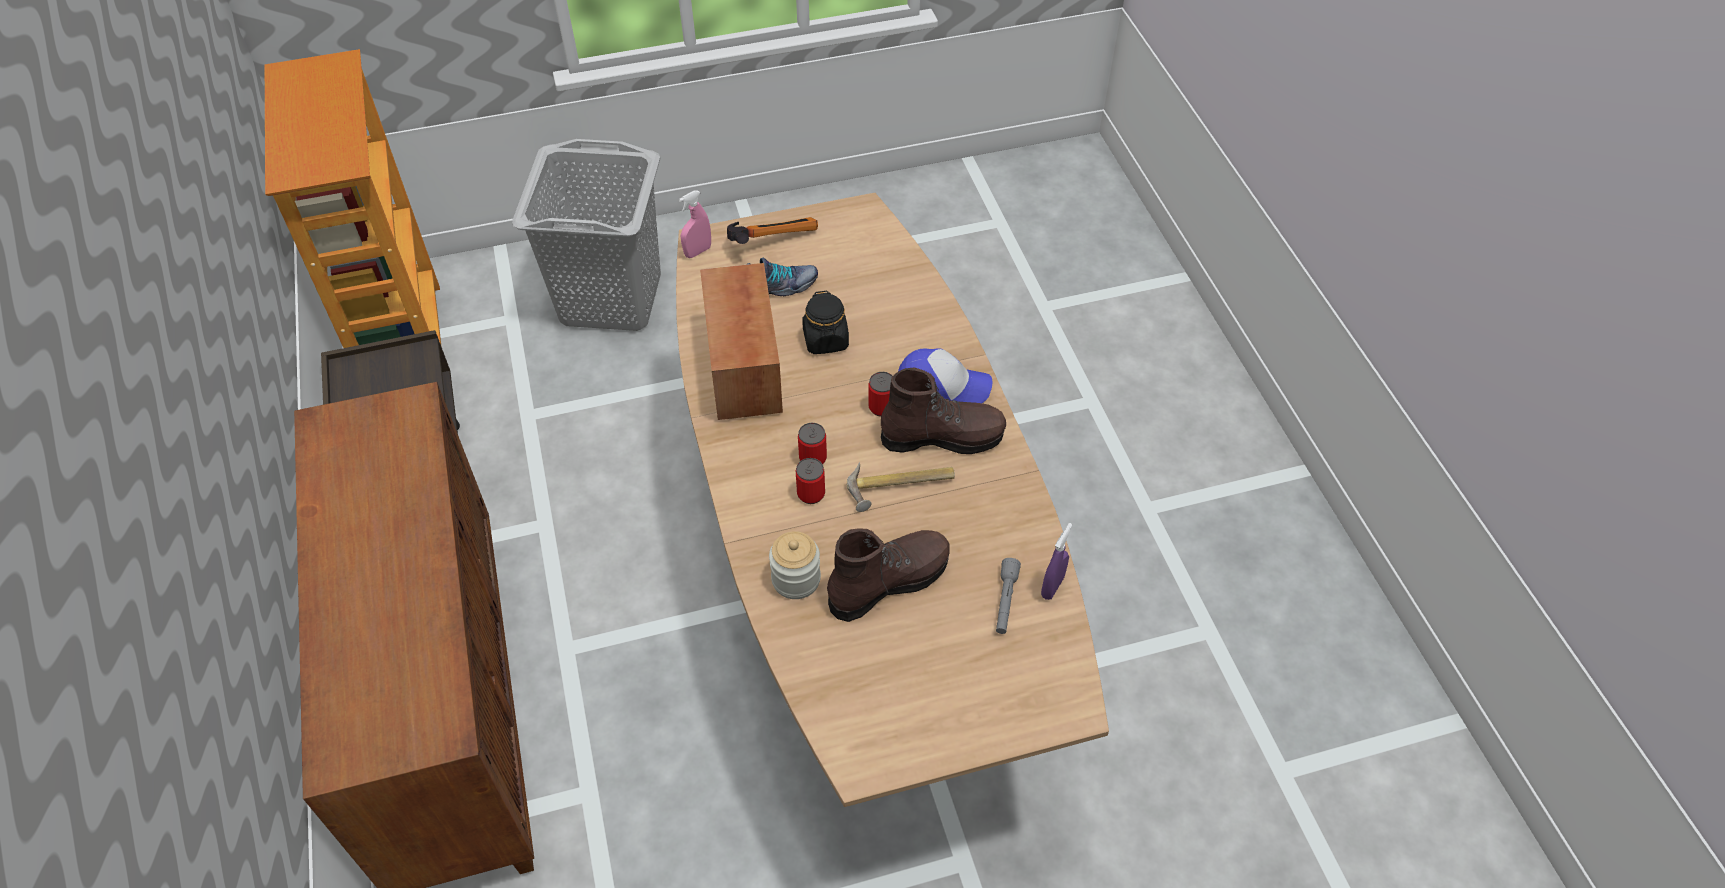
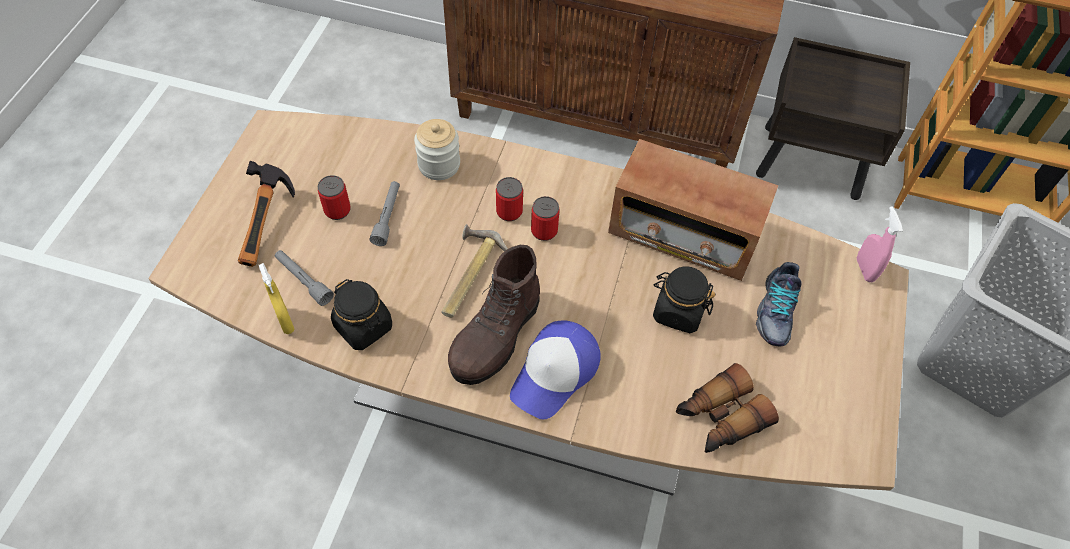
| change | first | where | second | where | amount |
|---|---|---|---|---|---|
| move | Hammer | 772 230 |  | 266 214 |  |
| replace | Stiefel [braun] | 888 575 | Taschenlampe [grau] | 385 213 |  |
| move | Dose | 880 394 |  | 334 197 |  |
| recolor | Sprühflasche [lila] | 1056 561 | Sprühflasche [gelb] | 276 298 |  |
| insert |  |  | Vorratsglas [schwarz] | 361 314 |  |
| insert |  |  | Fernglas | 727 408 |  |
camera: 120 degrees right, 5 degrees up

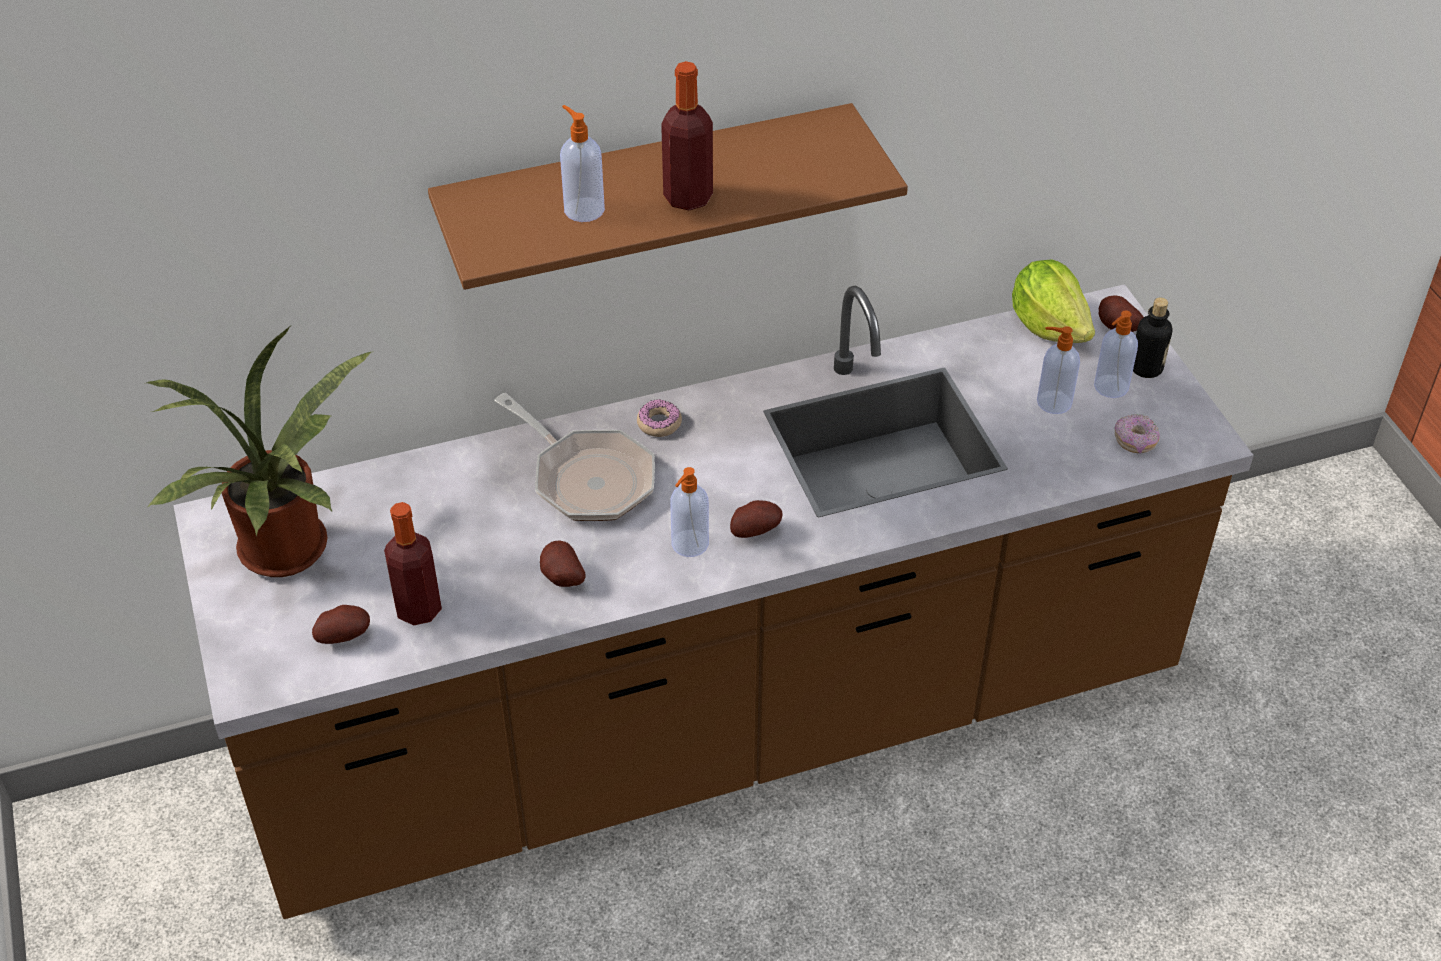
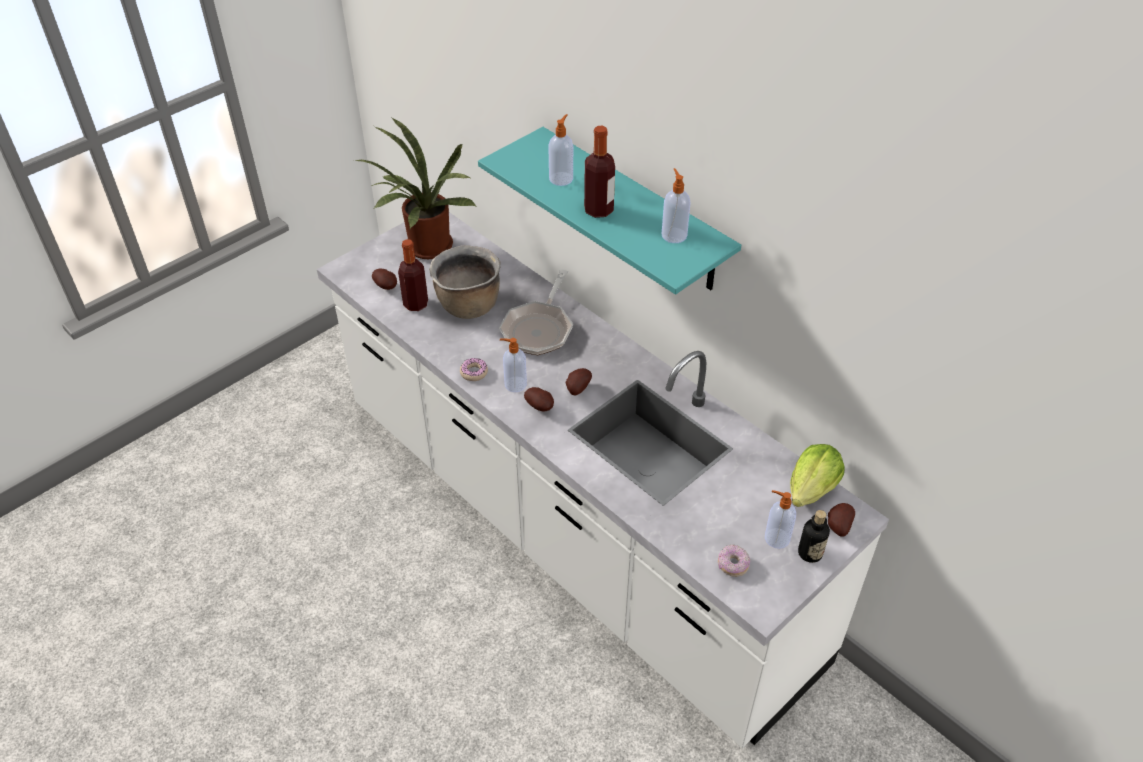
| change | first | where | second | where | amount |
|---|---|---|---|---|---|
| recolor | Küchenzeile [braun] | 713 601 | Küchenzeile [weiß] | 603 480 |  |
| recolor | Wandregal [braun] | 668 196 | Wandregal [türkis] | 609 211 |  |
| move | Kartoffel | 563 564 |  | 579 381 |  |
| move | Donut | 659 418 |  | 474 369 |  |
| move | Seifenspender | 1058 370 |  | 676 205 |  |
| insert |  |  | Kochtopf [braun] | 465 282 |  |
camera: 65 degrees right, 0 degrees up

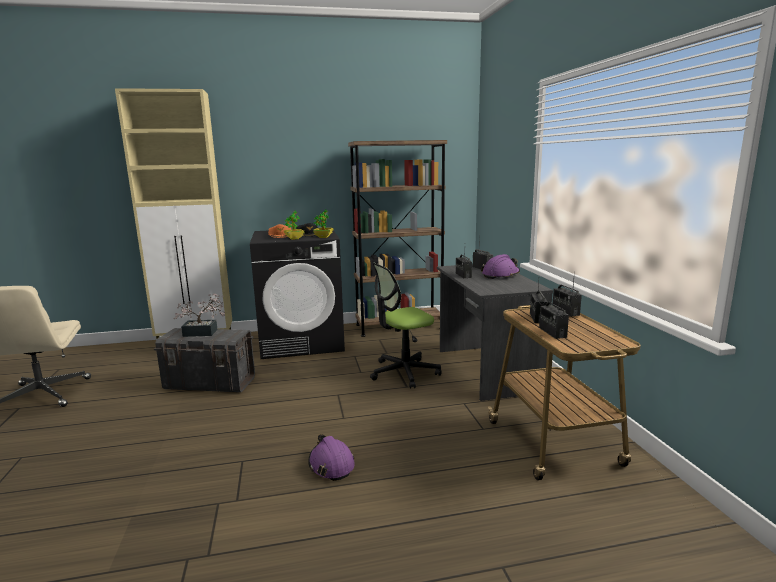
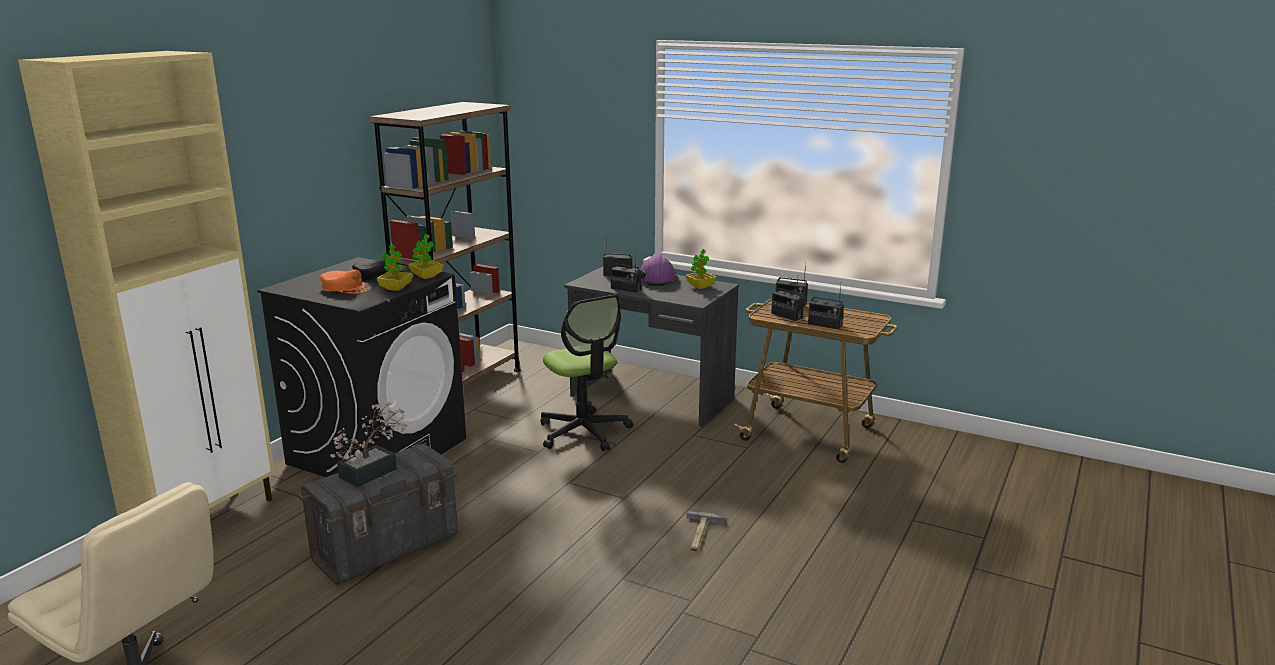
| change | first | where | second | where | amount |
|---|---|---|---|---|---|
| replace | Schutzhelm [lila] | 331 457 | Hammer | 706 531 |  |
| rotate | Bürostuhl | 405 325 |  | 587 373 | 45 degrees counterclockwise |
| insert |  |  | Topfpflanze | 701 269 |  |
camera: 50 degrees left, 5 degrees up

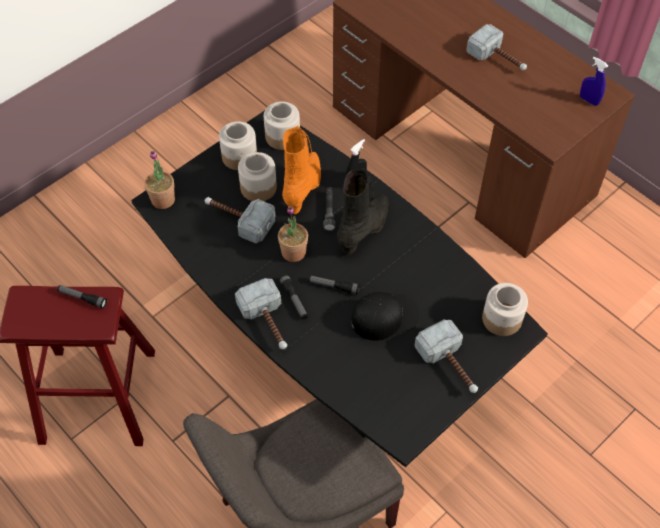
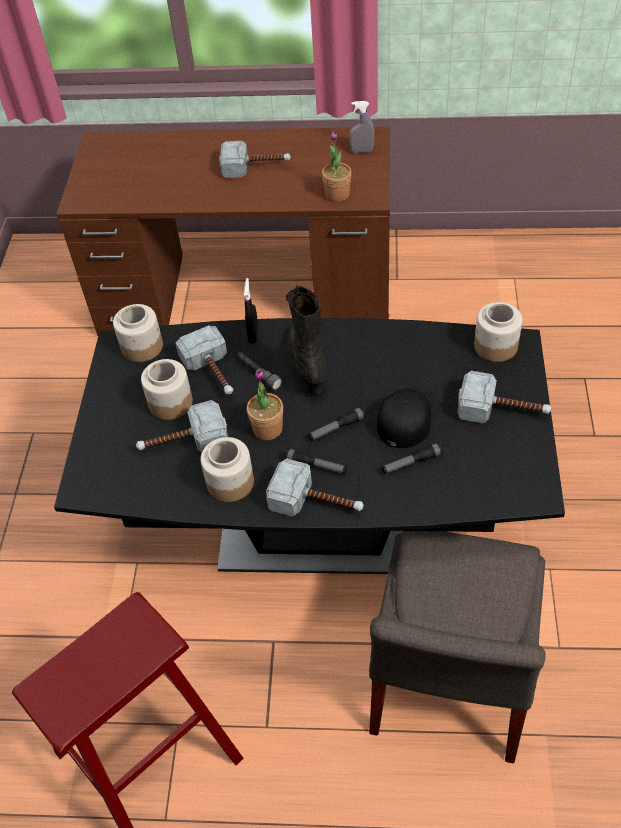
| change | first | where | second | where | amount |
|---|---|---|---|---|---|
| move | Taschenlampe | 82 297 |  | 412 458 |  |
| move | Topfpflanze | 160 180 |  | 336 166 |  |
| move | Vorratsglas | 238 145 |  | 227 469 |  |
| replace | Stiefel [orange] | 301 170 | Hammer | 204 360 |  |
| recolor | Sprühflasche [blau] | 594 81 | Sprühflasche [grau] | 362 127 |  |
camera: 40 degrees left, 5 degrees down

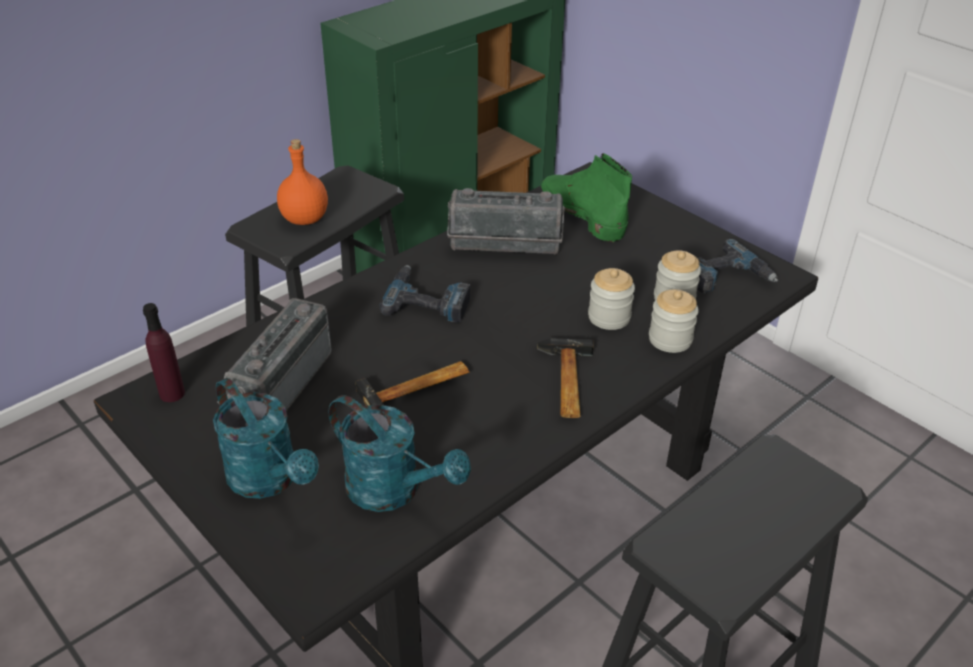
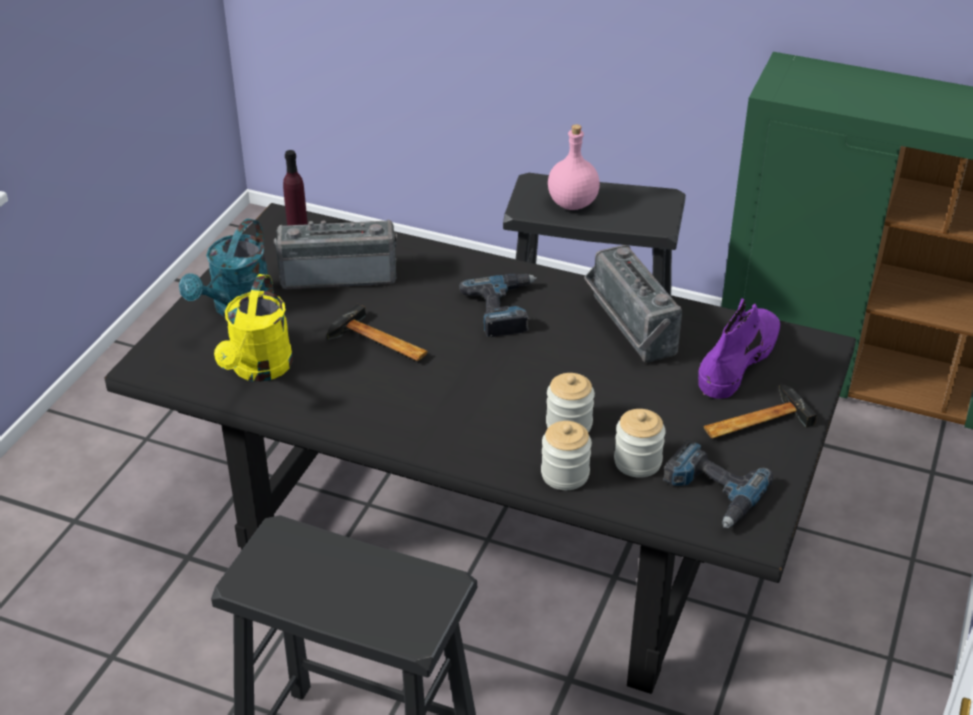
| change | first | where | second | where | amount |
|---|---|---|---|---|---|
| recolor | Flasche [orange] | 302 182 | Flasche [rosa] | 574 167 |  |
| recolor | Gießkanne [türkis] | 400 453 | Gießkanne [gelb] | 253 328 |  |
| move | Hammer | 565 378 |  | 760 411 |  |
| recolor | Stiefel [grün] | 586 198 | Stiefel [lila] | 739 348 |  |
camera: 65 degrees right, 0 degrees up

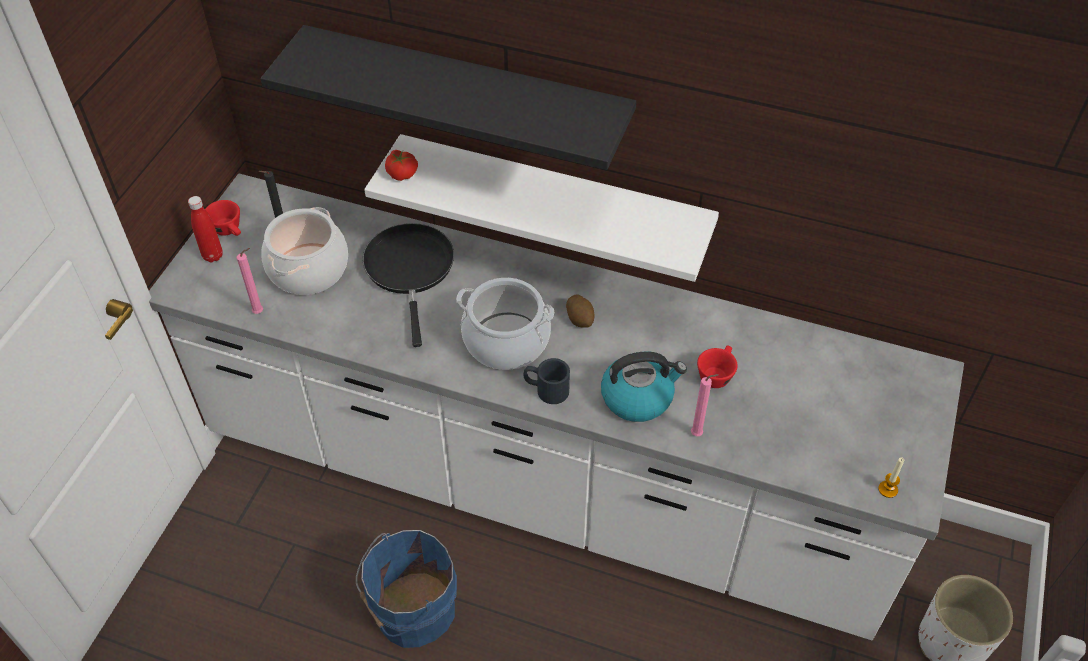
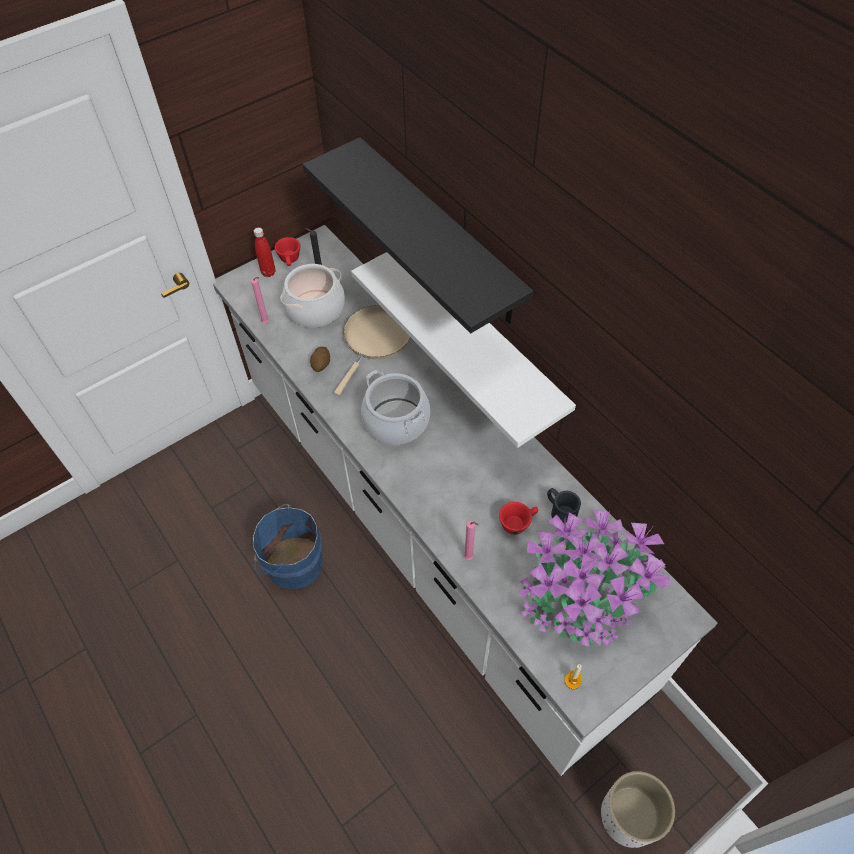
| change | first | where | second | where | amount |
|---|---|---|---|---|---|
| recolor | Pfanne [schwarz] | 408 285 | Pfanne [beige] | 372 350 |  |
| delete | Tomate | 401 165 |  |  |  |
| move | Henkelbecher [schwarz] | 546 381 |  | 564 505 |  |
| move | Kartoffel | 580 311 |  | 320 359 |  |
| delete | Wasserkessel | 644 386 |  |  |  |
| insert |  |  | Topfpflanze | 594 578 |  |
camera: 35 degrees right, 5 degrees up

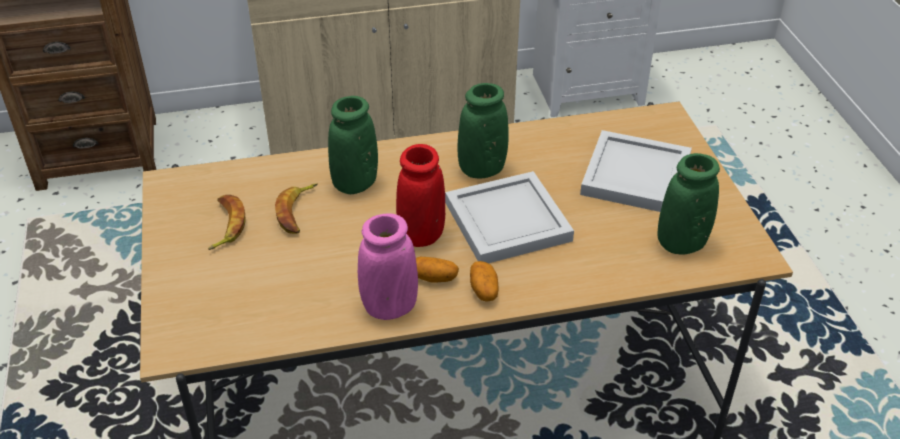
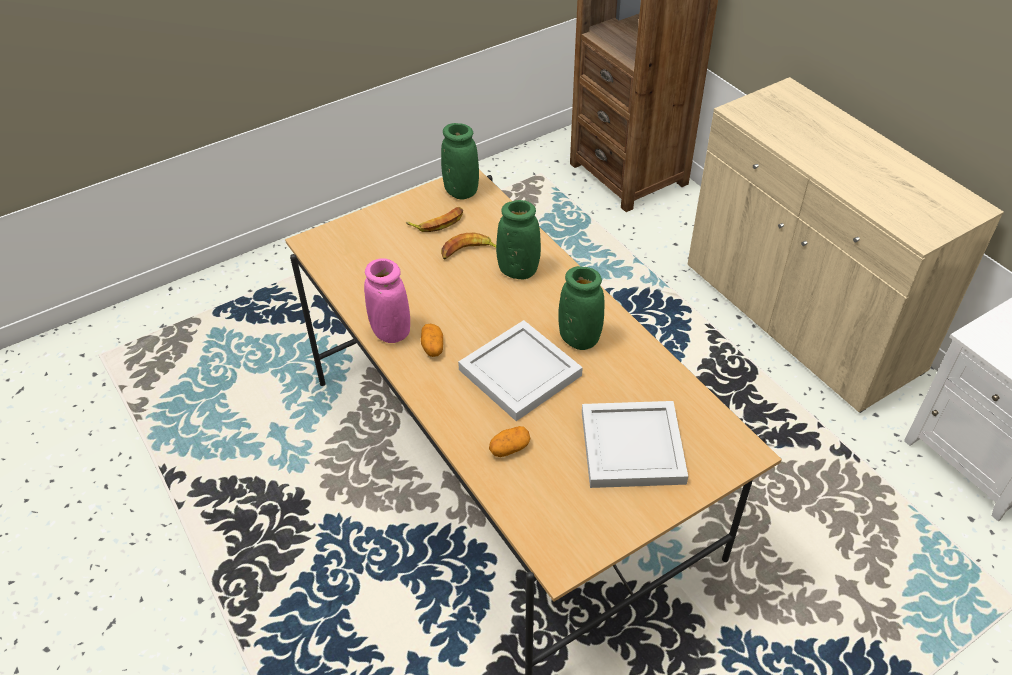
| change | first | where | second | where | amount |
|---|---|---|---|---|---|
| delete | Vase [rot] | 420 195 |  |  |  |
| move | Kartoffel | 484 281 |  | 510 441 |  |
| move | Vase [grün] | 689 203 |  | 460 161 |  |
camera: 70 degrees right, 5 degrees up

